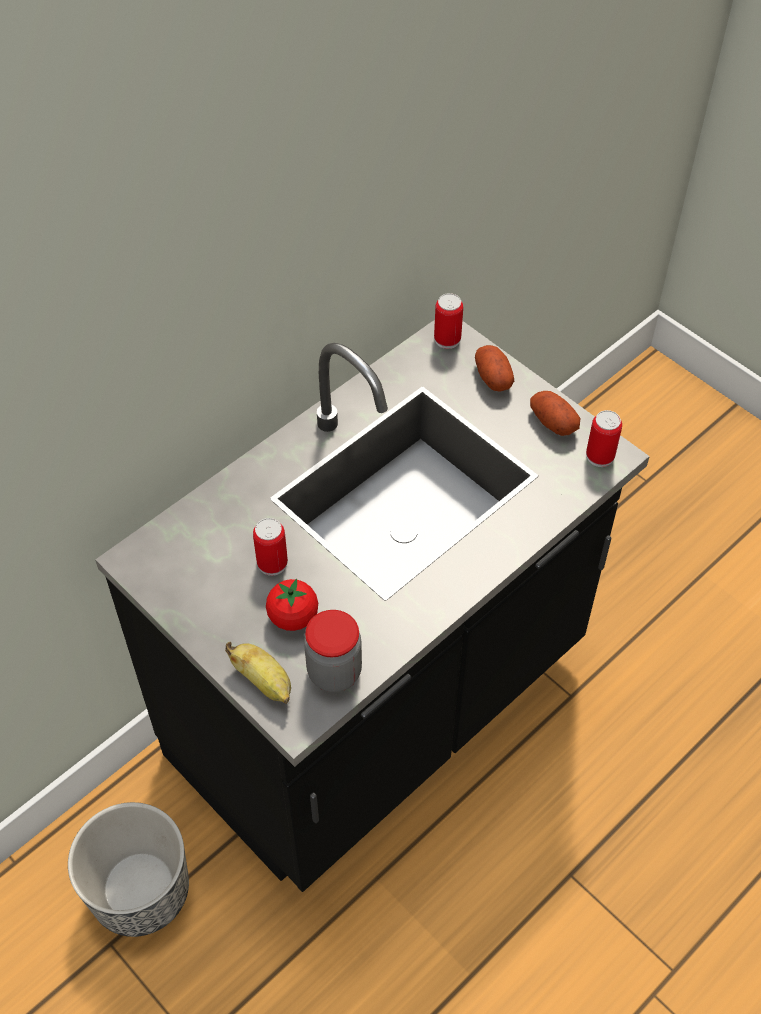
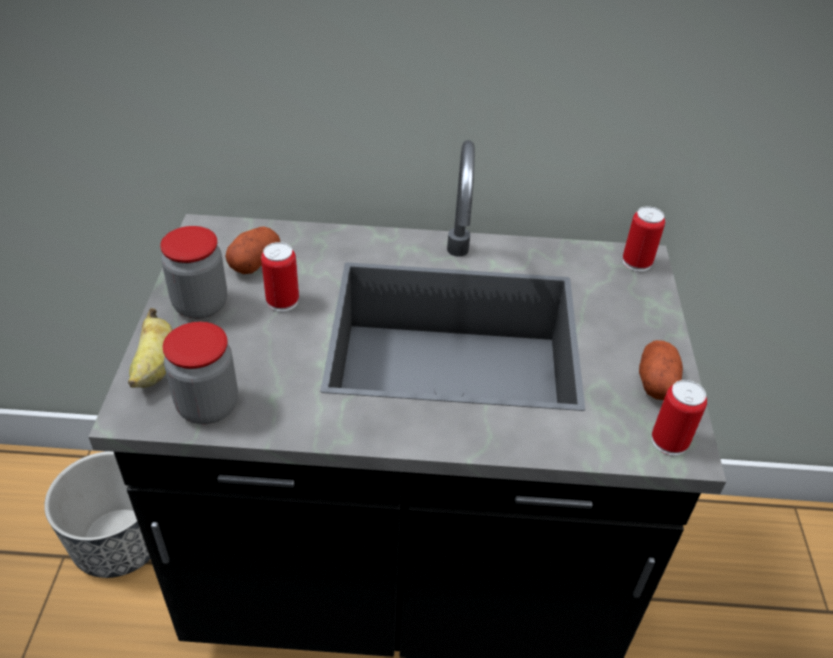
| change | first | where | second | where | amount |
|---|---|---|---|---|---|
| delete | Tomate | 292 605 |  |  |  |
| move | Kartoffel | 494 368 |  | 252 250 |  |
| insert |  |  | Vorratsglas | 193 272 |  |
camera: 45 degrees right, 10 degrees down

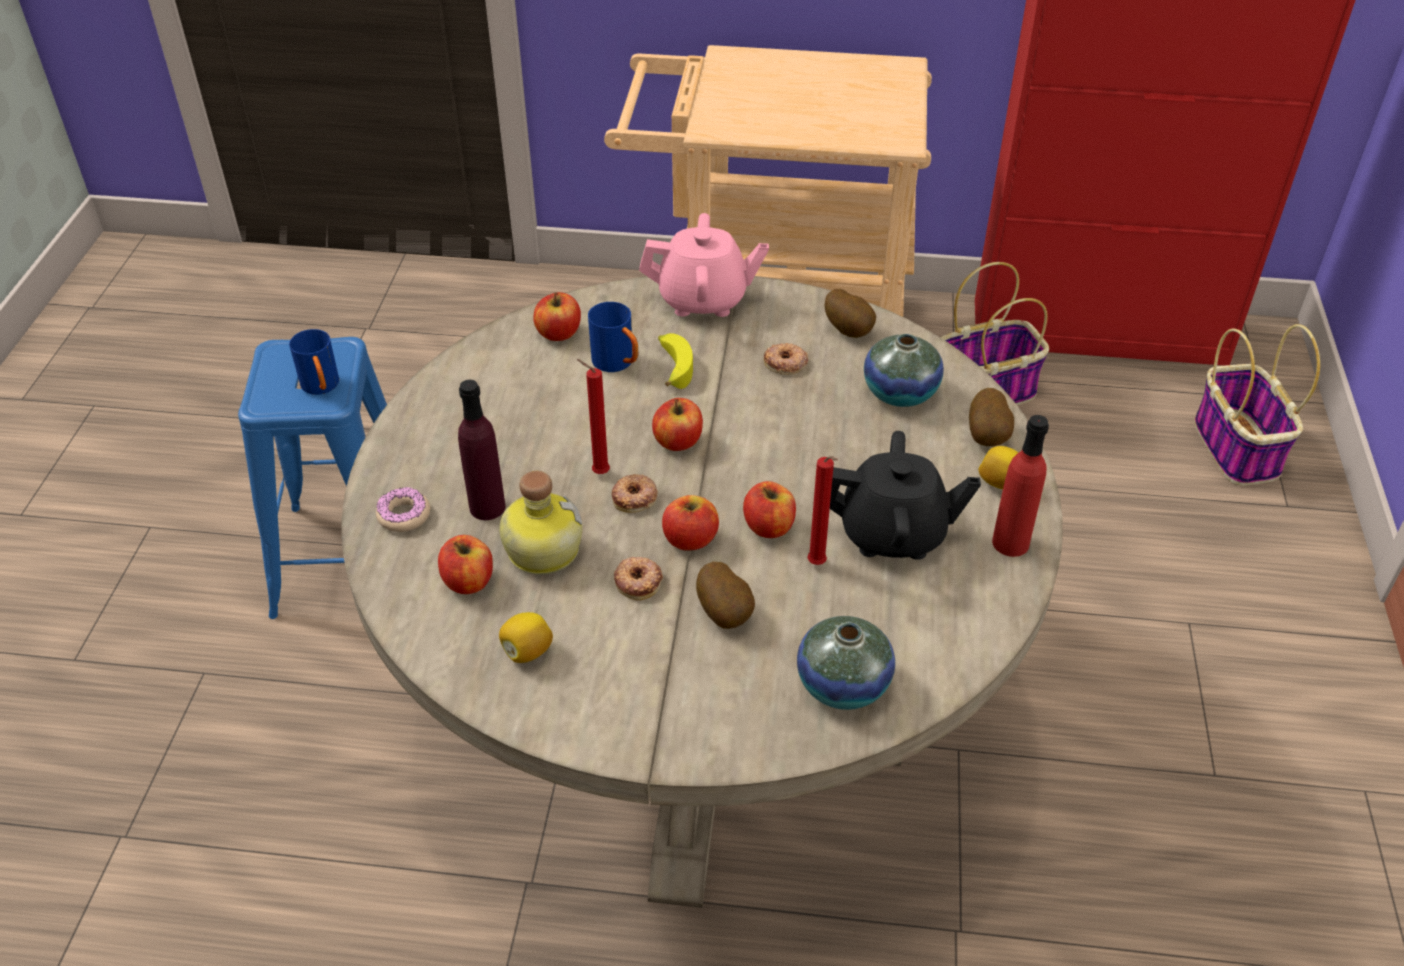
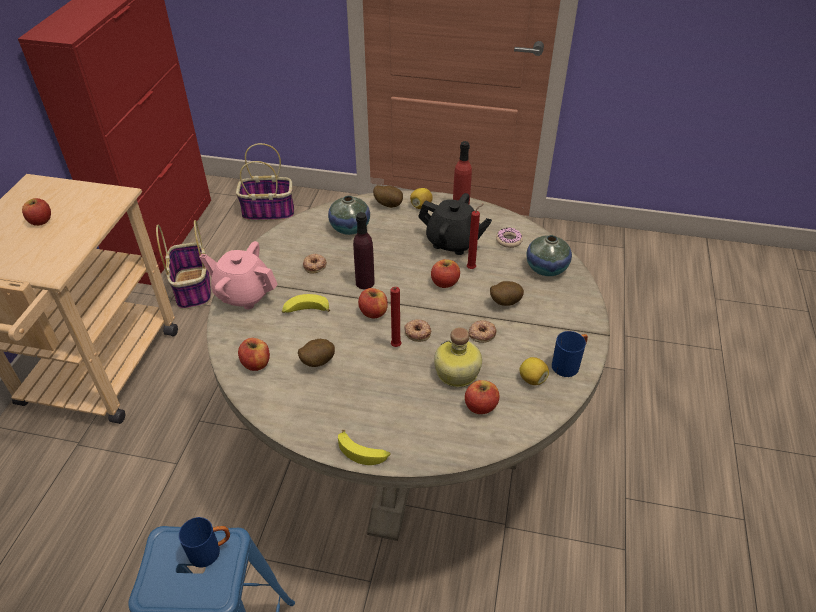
| change | first | where | second | where | amount |
|---|---|---|---|---|---|
| move | Donut | 403 509 |  | 509 237 |  |
| move | Flasche [lila] | 481 450 |  | 364 250 |  |
| move | Henkelbecher [blau] | 613 337 |  | 570 354 |  |
| rotate | Teekanne [rosa] | 704 265 |  | 238 275 | 75 degrees counterclockwise |
| move | Apfel | 690 522 |  | 36 212 |  |
| move | Kartoffel | 850 313 |  | 316 353 |  |
| rotate | Teekanne [schwarz] | 905 495 |  | 455 224 | 105 degrees clockwise |
| insert |  |  | Banane | 364 447 |  |
camera: 85 degrees left, 0 degrees up

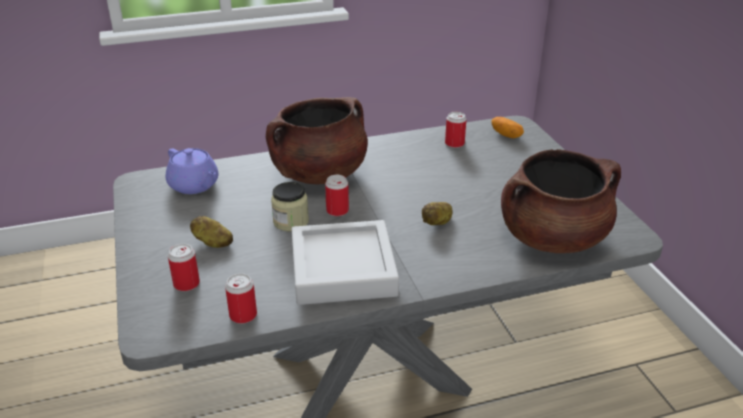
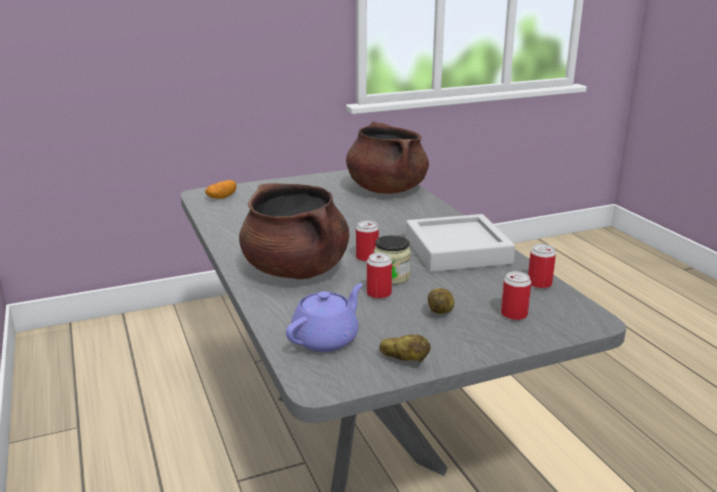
| change | first | where | second | where | amount |
|---|---|---|---|---|---|
| move | Kartoffel | 437 213 |  | 405 348 |  |
| move | Dose | 456 130 |  | 379 276 |  |
camera: 95 degrees left, 10 degrees down

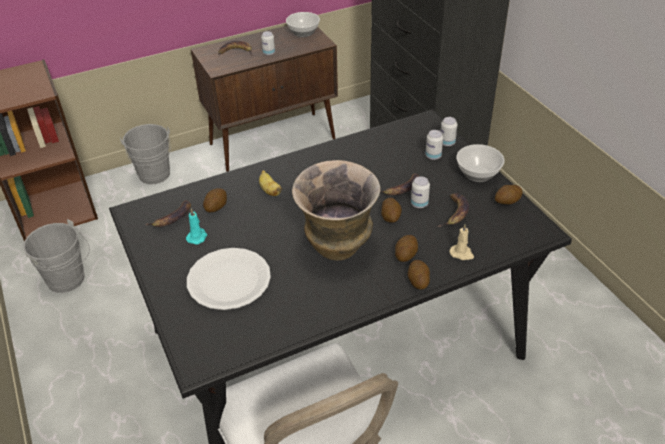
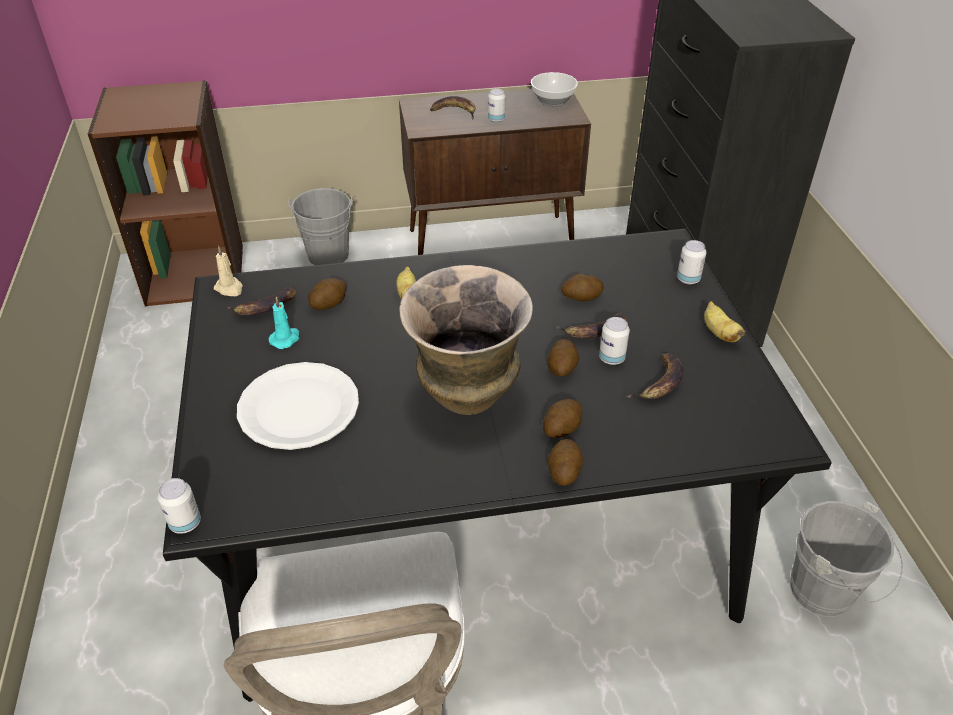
| change | first | where | second | where | amount |
|---|---|---|---|---|---|
| move | Eimer [grau] | 56 256 |  | 846 559 |  |
| move | Dose | 434 145 |  | 179 506 |  |
| move | Kerze [beige] | 461 242 |  | 228 271 |  |
| replace | Schüssel | 480 163 | Banane | 725 321 |  |
| move | Kartoffel | 509 194 |  | 582 287 |  |
camera: 15 degrees right, 0 degrees up

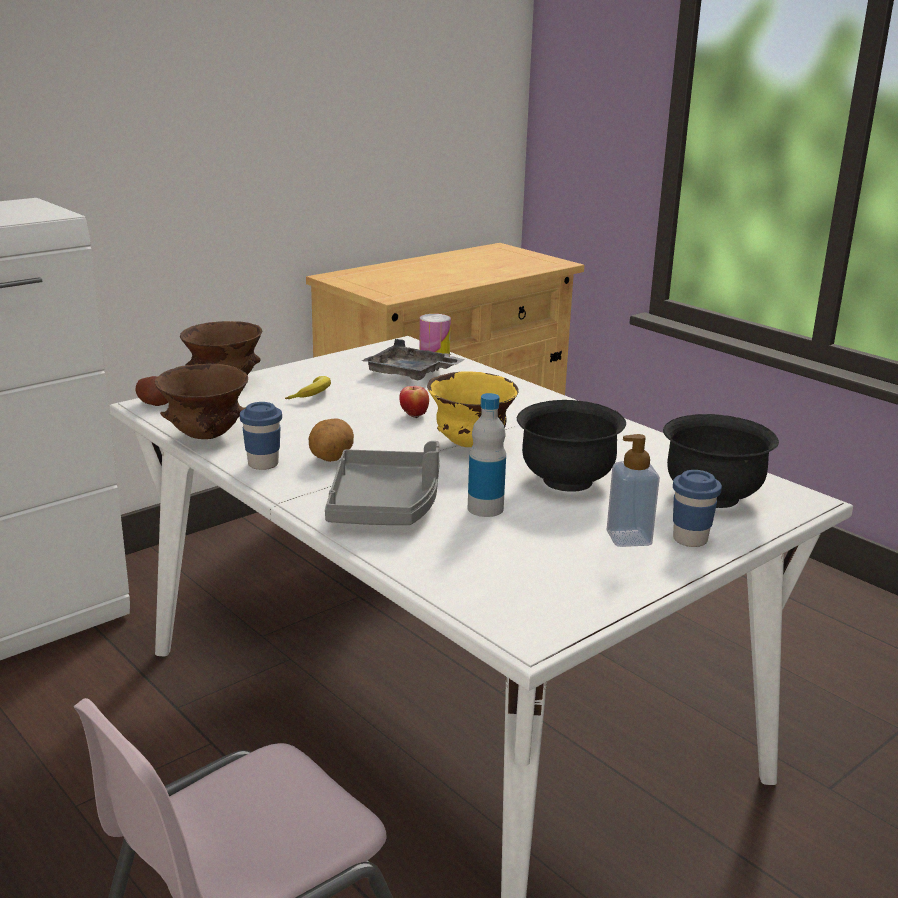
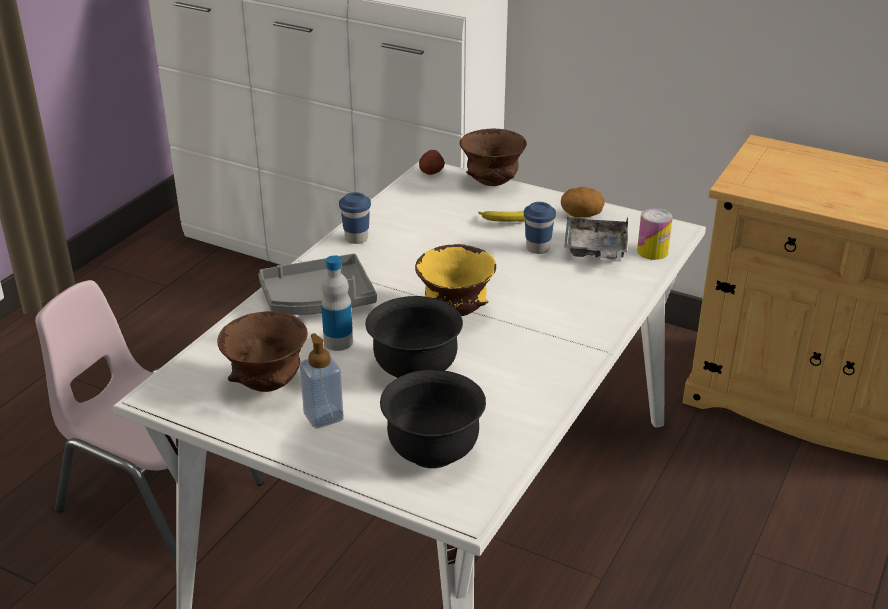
| change | first | where | second | where | amount |
|---|---|---|---|---|---|
| move | Schüssel [braun] | 201 401 |  | 262 351 |  |
| move | Kartoffel | 331 440 |  | 582 202 |  |
| delete | Apfel | 414 402 |  |  |  |
| move | Tasse [blau] | 697 508 |  | 540 228 |  |
camera: 70 degrees right, 10 degrees up

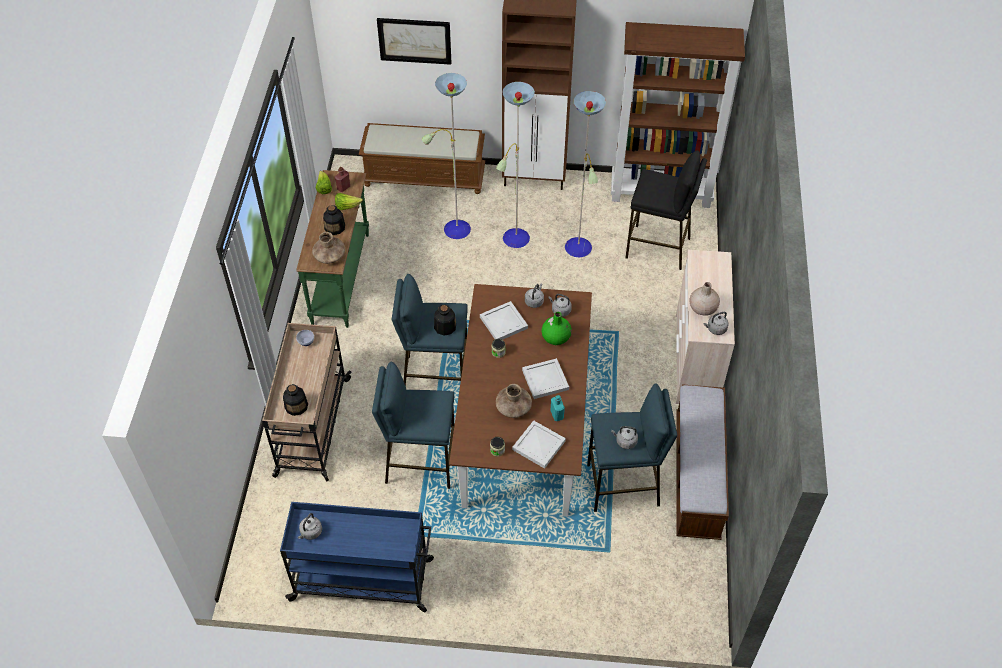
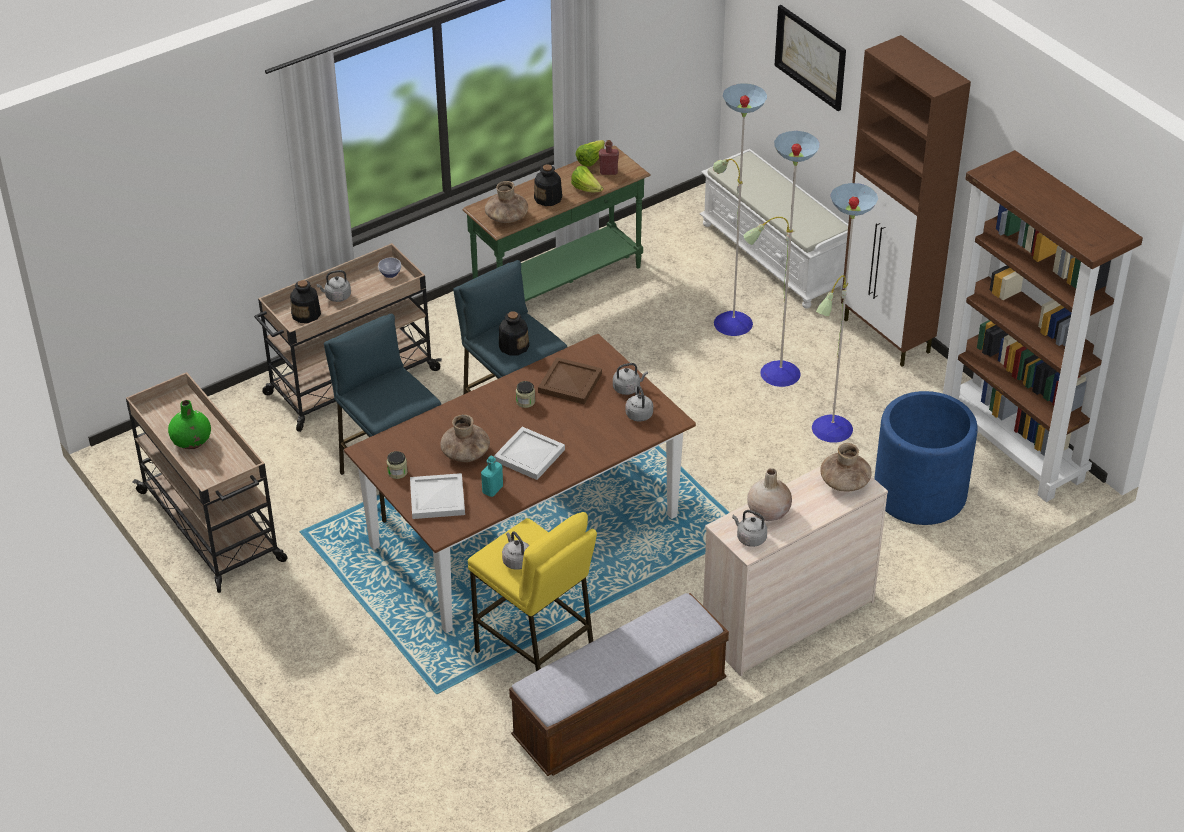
| change | first | where | second | where | amount |
|---|---|---|---|---|---|
| recolor | Rollwagen [blau] | 357 557 | Rollwagen [beige] | 206 482 |  |
| move | Wasserkessel [grau] | 310 526 |  | 334 286 |  |
| recolor | Bank [braun] | 422 158 | Bank [weiß] | 774 229 |  |
| recolor | Tablett [weiß] | 504 320 | Tablett [braun] | 570 380 |  |
| move | Vase [grün] | 557 328 |  | 189 424 |  |
| recolor | Hocker [blau] | 632 447 | Hocker [gelb] | 532 591 |  |
| replace | Hocker [schwarz] | 666 210 | Pflanzkübel [blau] | 926 458 |  |
| insert |  |  | Vase [braun] | 846 467 |  |
camera: 50 degrees right, 10 degrees down

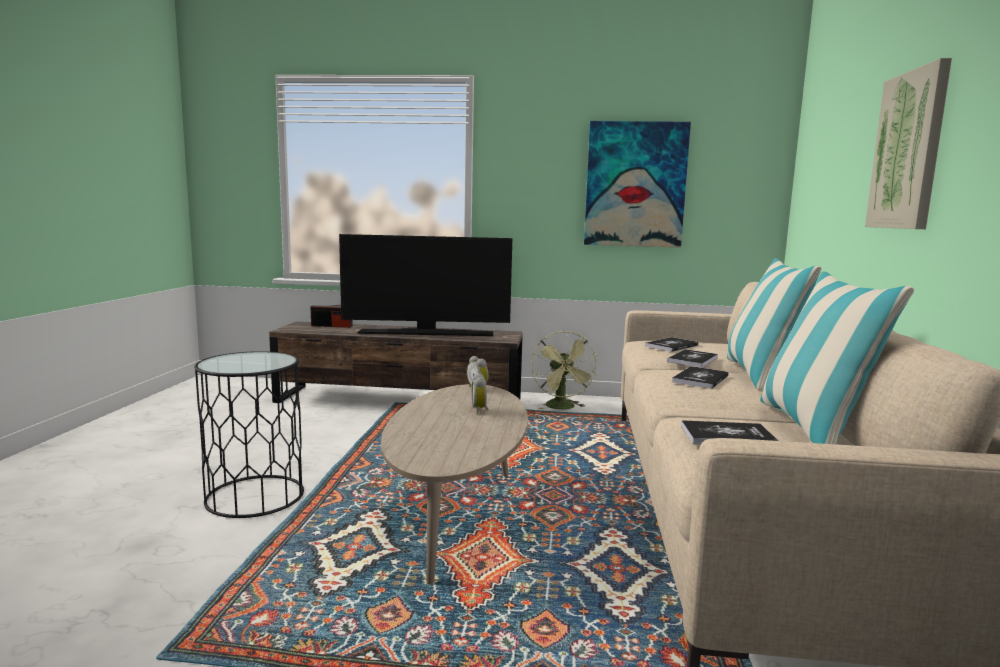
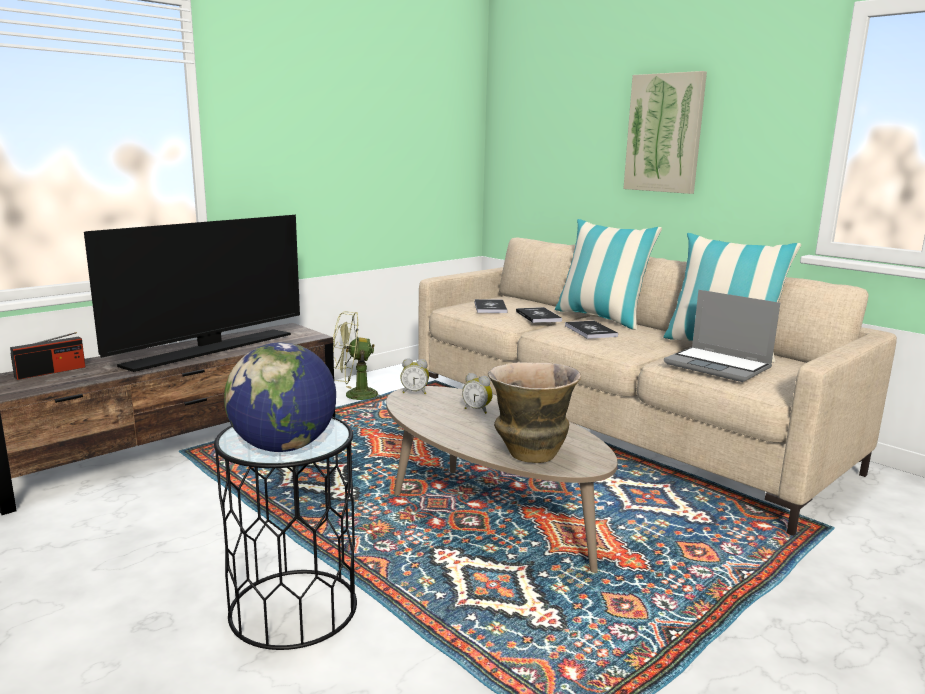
| change | first | where | second | where | amount |
|---|---|---|---|---|---|
| rotate | Ventilator [grün] | 564 370 |  | 358 357 | 135 degrees clockwise |
| delete | Bild | 637 184 |  |  |  |
| replace | Buch | 729 432 | Laptop | 722 336 |  |
| insert |  |  | Globus | 280 397 |  |
| insert |  |  | Vase | 534 412 |  |
camera: 50 degrees left, 5 degrees up

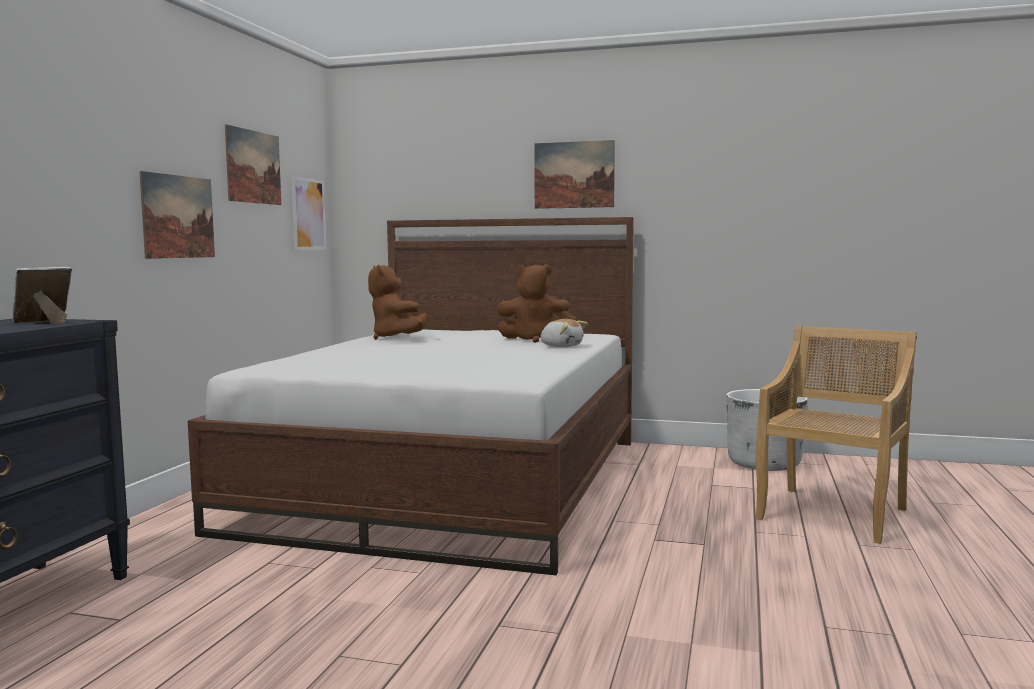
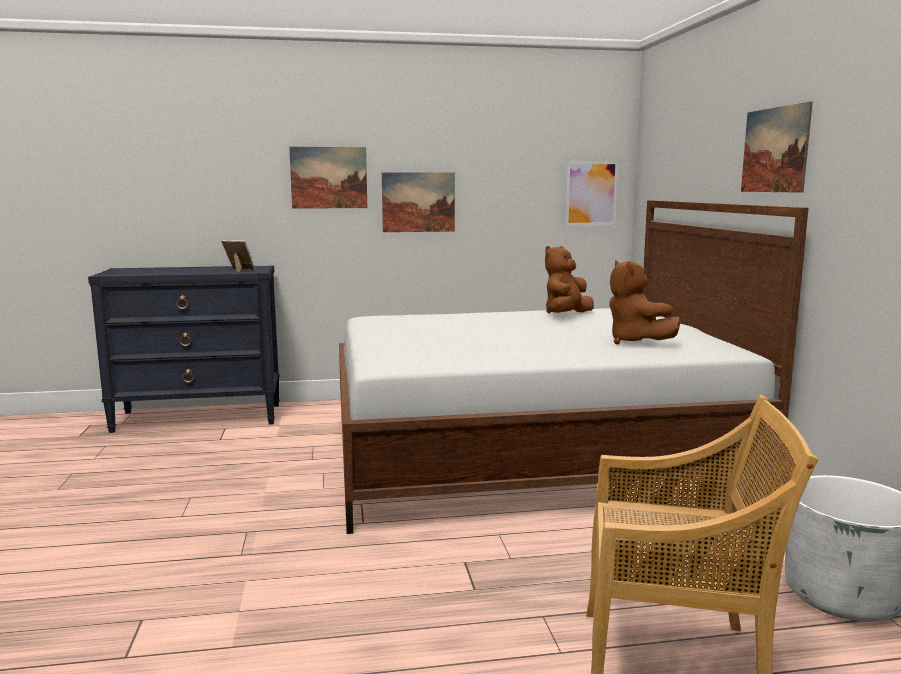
| change | first | where | second | where | amount |
|---|---|---|---|---|---|
| move | Bild | 253 164 |  | 328 178 |  |
| delete | Plüschtier | 564 333 |  |  |  |
camera: 65 degrees right, 5 degrees up

